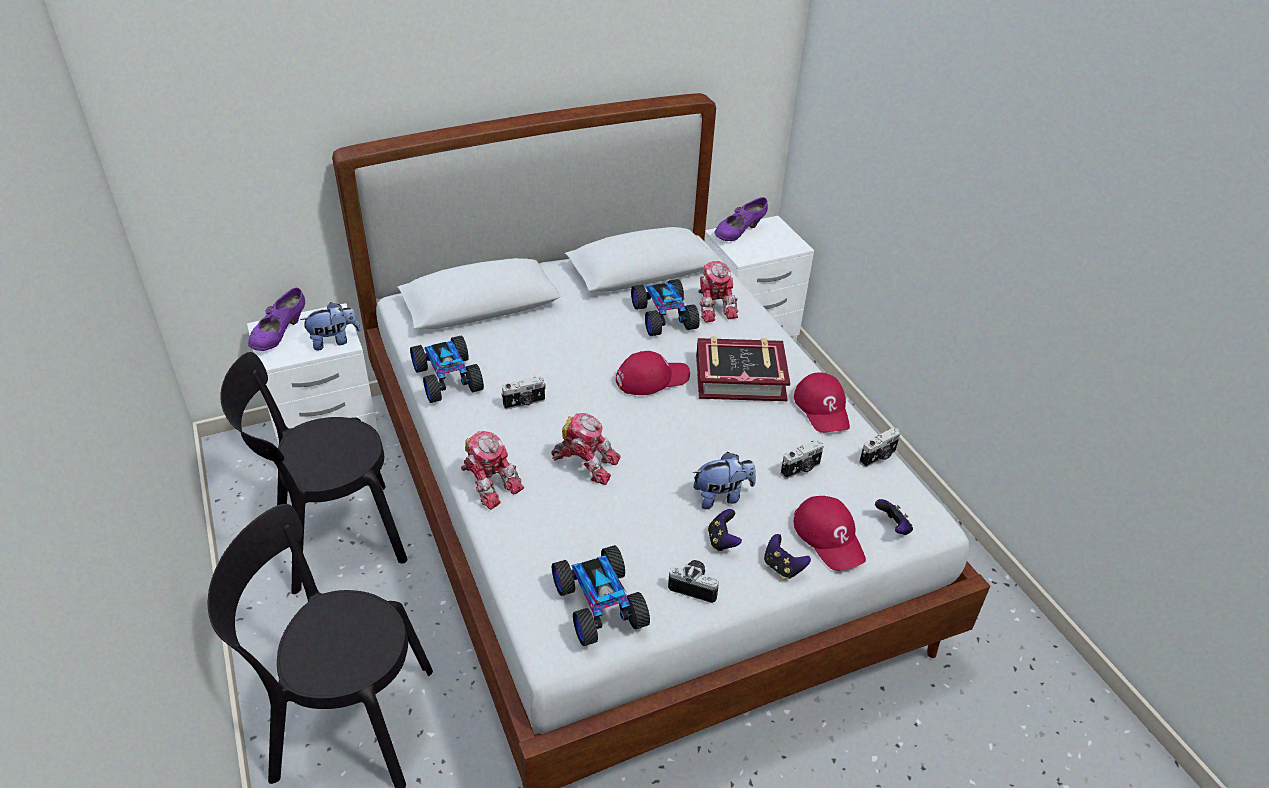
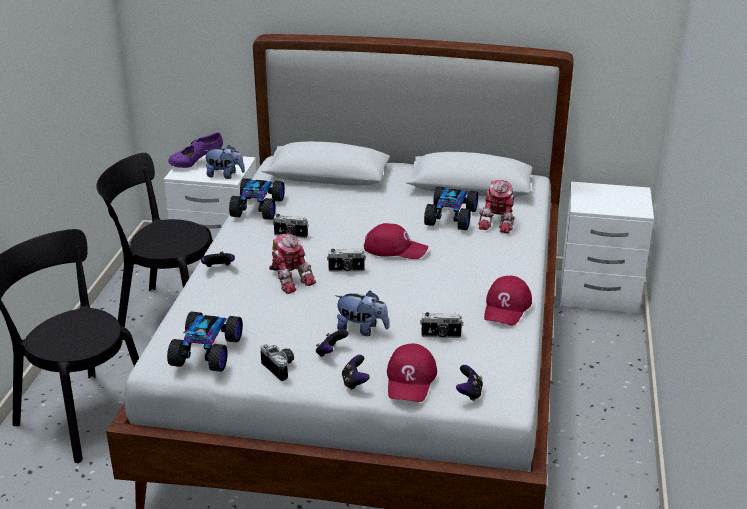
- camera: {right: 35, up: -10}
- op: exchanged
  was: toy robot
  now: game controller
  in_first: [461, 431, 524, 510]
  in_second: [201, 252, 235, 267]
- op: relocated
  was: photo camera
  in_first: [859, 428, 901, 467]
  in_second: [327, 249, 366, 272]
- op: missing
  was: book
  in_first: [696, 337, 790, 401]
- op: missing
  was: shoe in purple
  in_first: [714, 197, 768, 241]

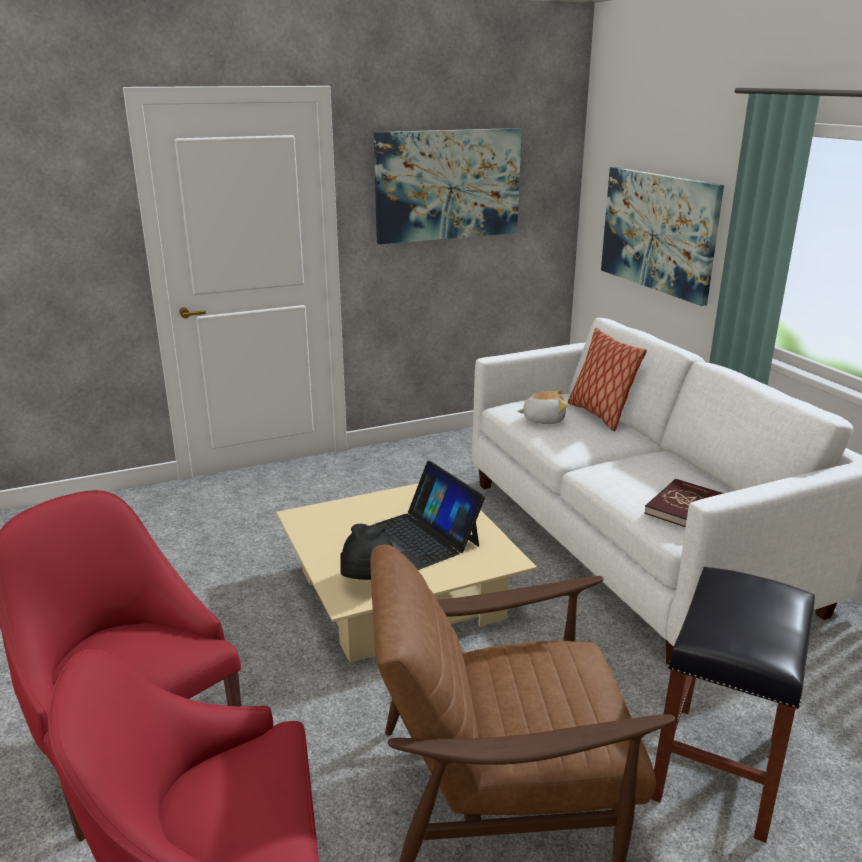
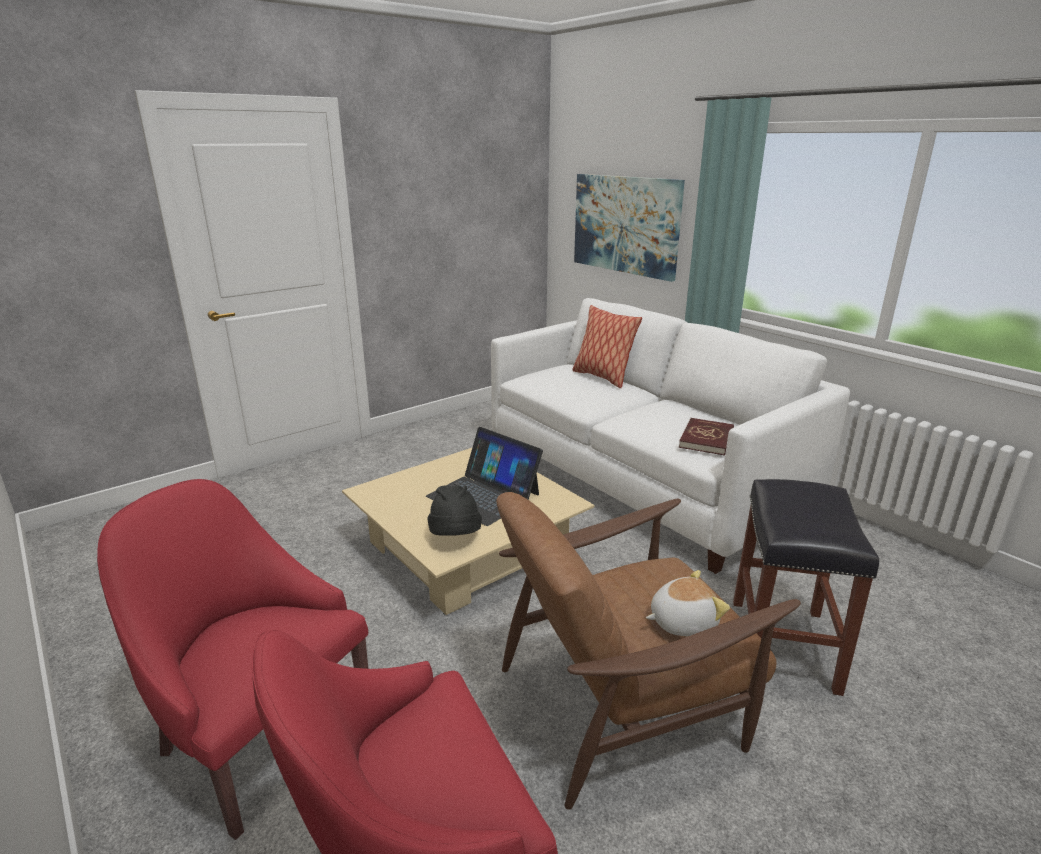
- camera: {right: -15, up: 0}
- op: relocated
  was: plush toy
  in_first: [517, 390, 568, 424]
  in_second: [646, 570, 730, 636]
- op: missing
  was: picture
  in_first: [374, 128, 522, 244]

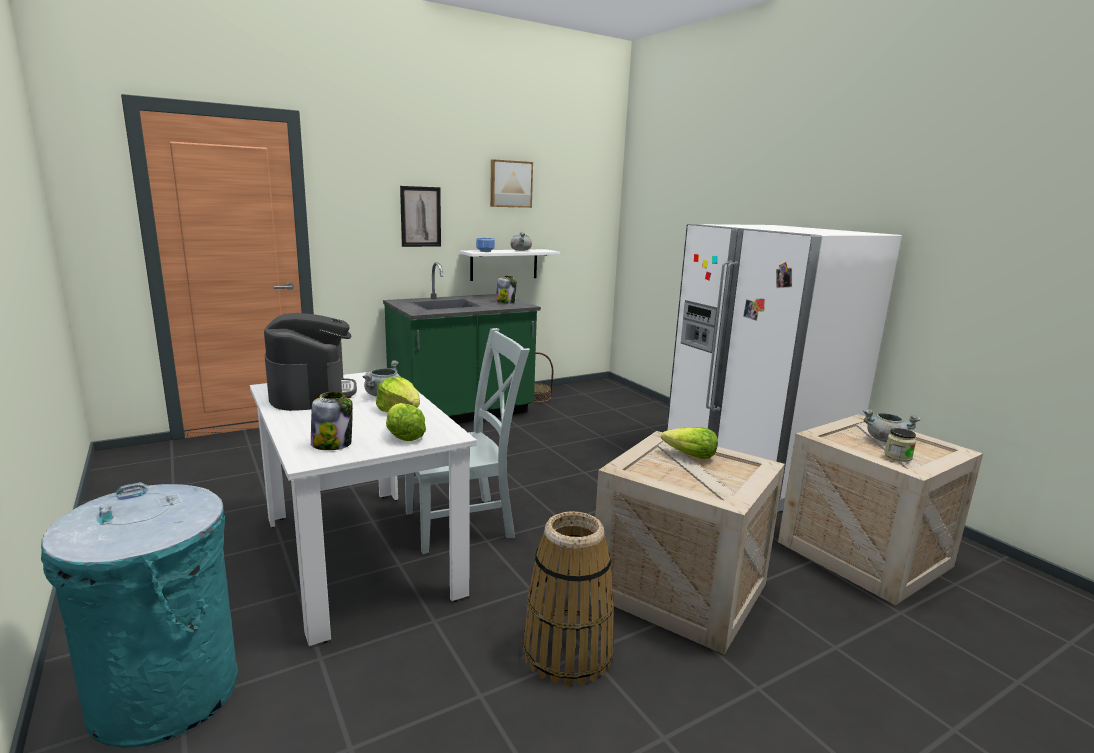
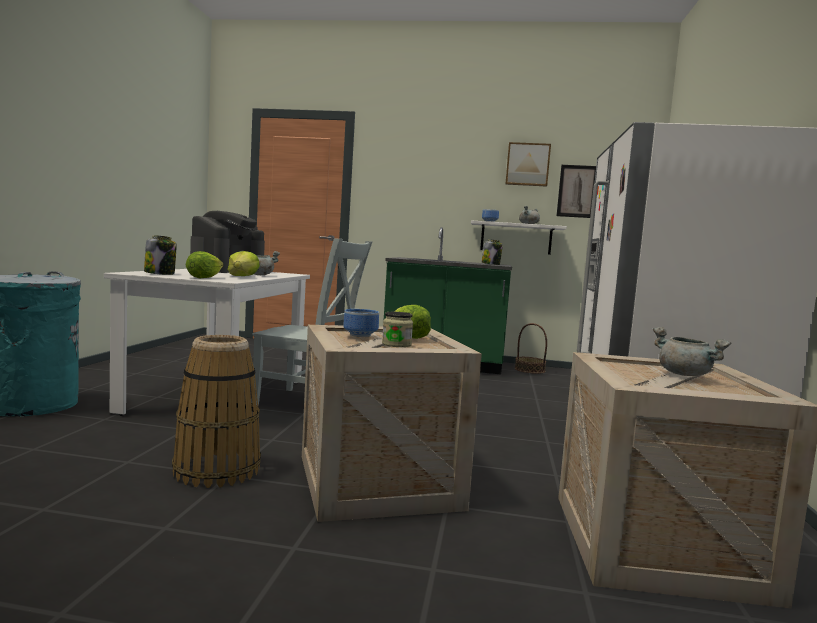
- camera: {right: 40, up: -10}
- op: appeared
  now: bowl
  in_second: [343, 309, 379, 337]
- op: relocated
  was: jar
  in_first: [884, 428, 916, 461]
  in_second: [382, 312, 413, 347]
- op: relocated
  was: picture
  in_first: [400, 186, 441, 247]
  in_second: [557, 165, 596, 218]

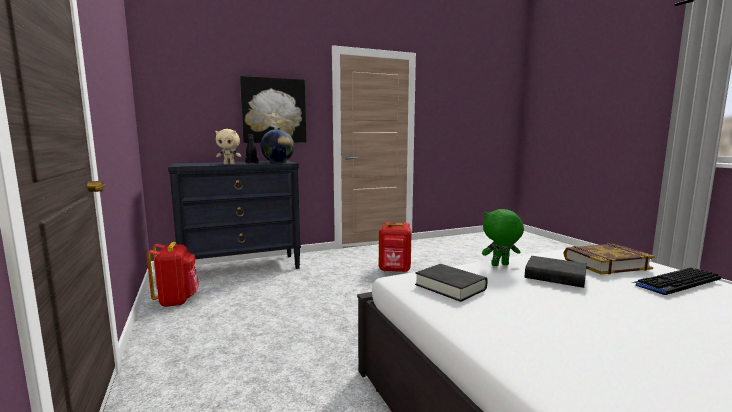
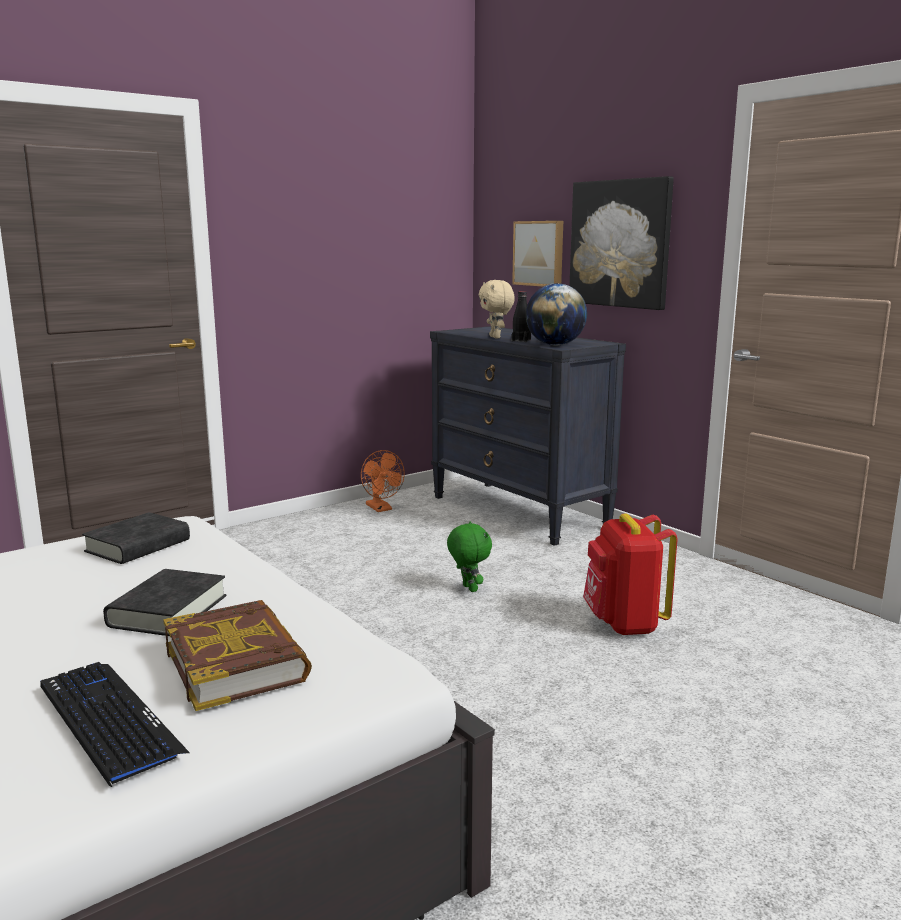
- camera: {right: 75, up: 5}
- op: exchanged
  was: backpack in red
  now: fan in orange
  in_first: [147, 242, 199, 307]
  in_second: [361, 450, 405, 512]
- op: relocated
  was: plush toy in green
  in_first: [482, 209, 524, 266]
  in_second: [447, 522, 492, 592]
- op: appeared
  now: picture
  in_second: [512, 221, 563, 287]

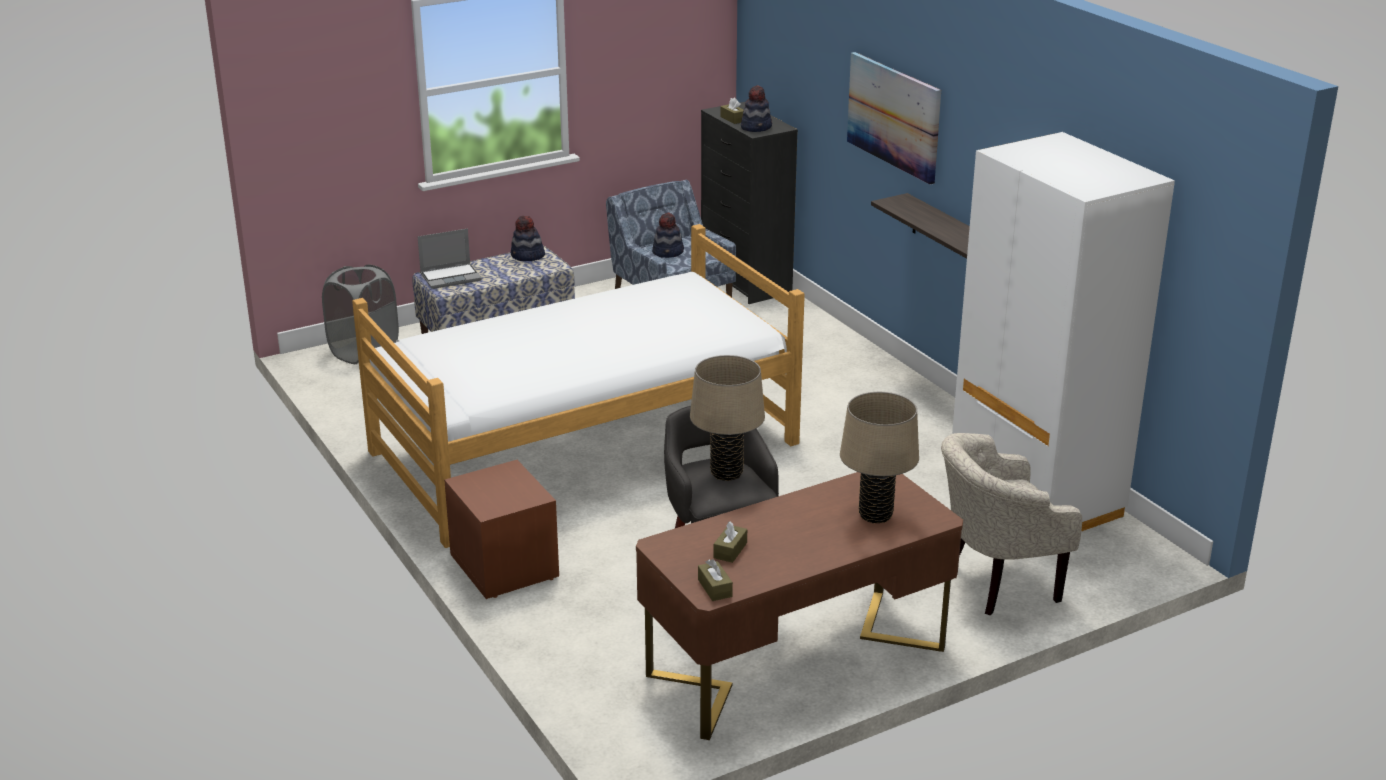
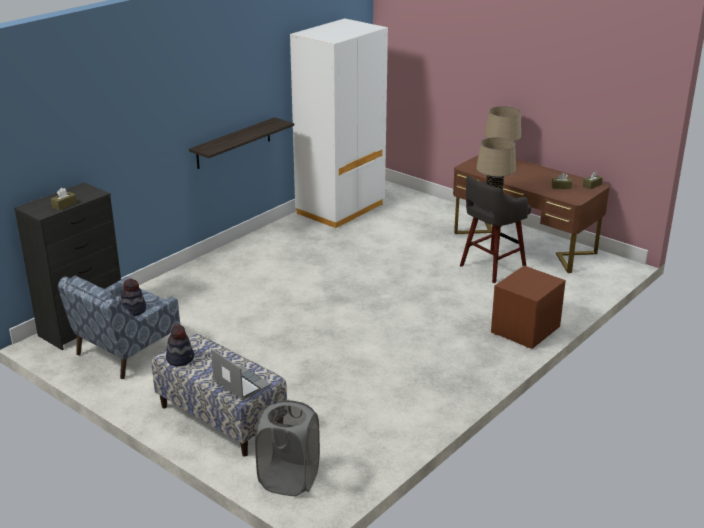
- camera: {right: -110, up: 0}
- op: missing
  was: bed
  in_first: [352, 224, 805, 548]
- op: missing
  was: hat
  in_first: [741, 85, 772, 132]
- op: missing
  was: picture
  in_first: [847, 52, 941, 185]
- op: missing
  was: armchair in beige
  in_first: [941, 433, 1082, 616]

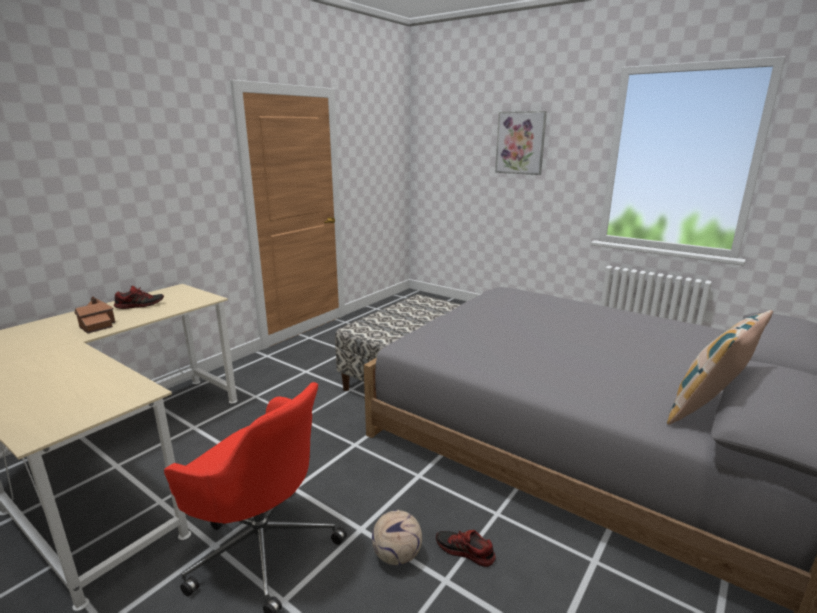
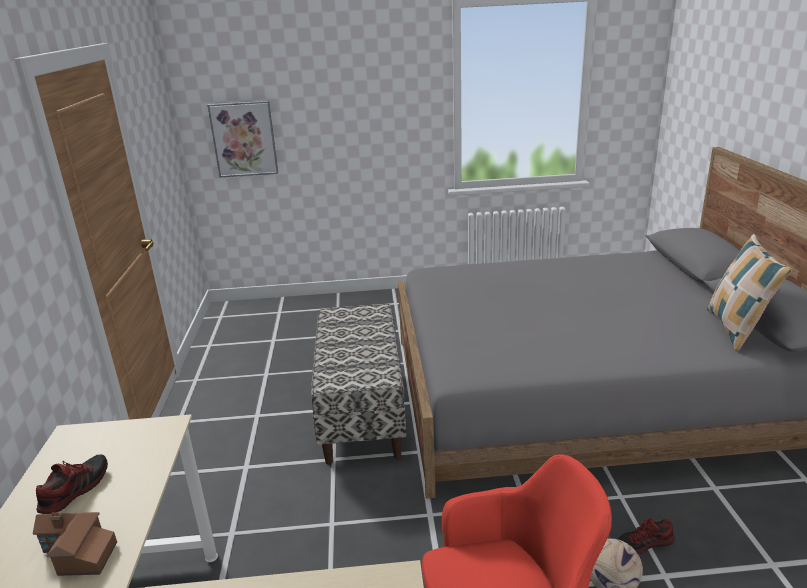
- camera: {right: -40, up: 5}
- op: relocated
  was: picture
  in_first: [495, 111, 547, 175]
  in_second: [207, 101, 278, 177]

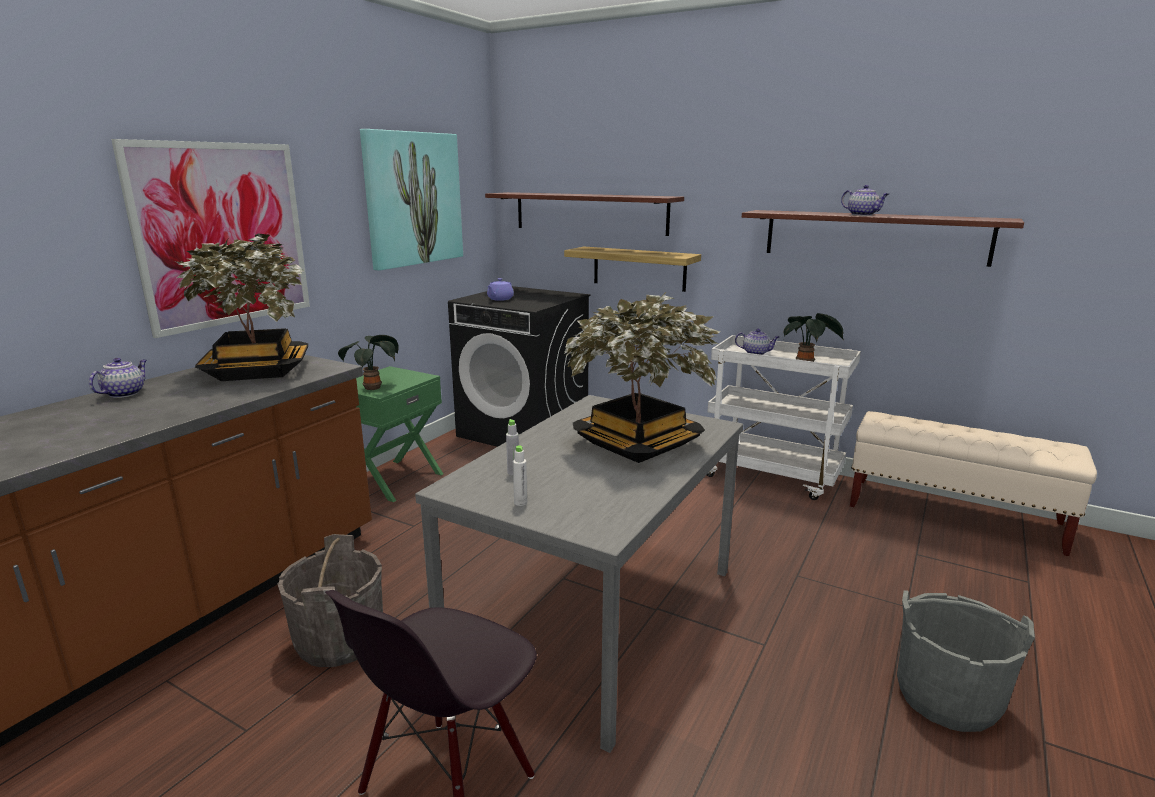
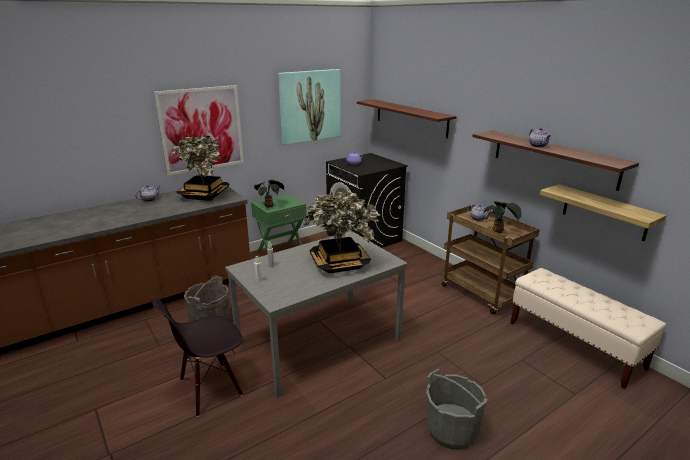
- camera: {right: 25, up: 5}
- op: colour
  was: cart in white
  now: cart in brown
  in_first: [707, 335, 861, 500]
  in_second: [442, 205, 540, 314]
- op: relocated
  was: shelf
  in_first: [564, 247, 701, 292]
  in_second: [540, 184, 667, 241]

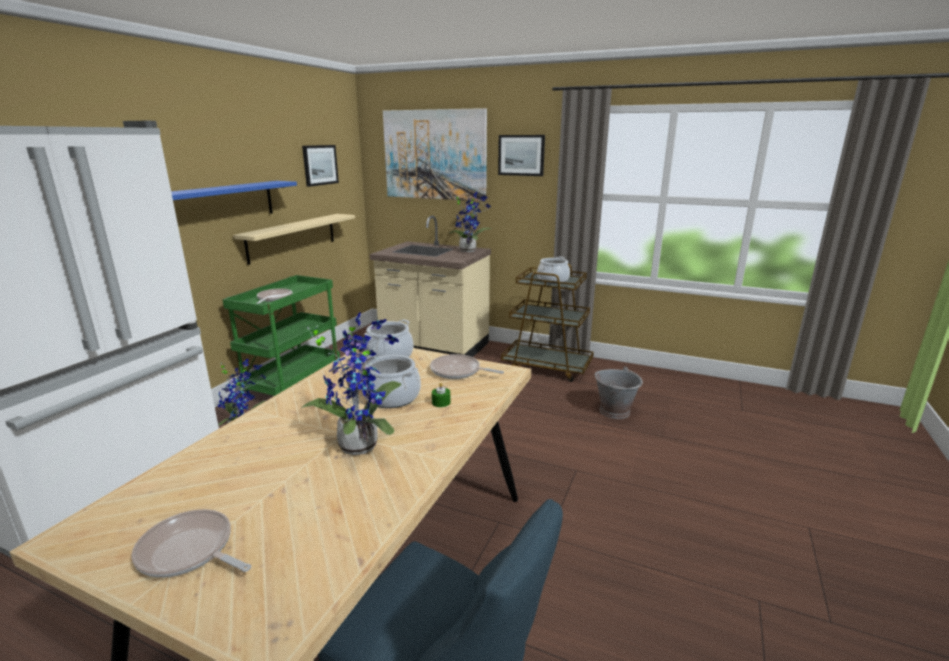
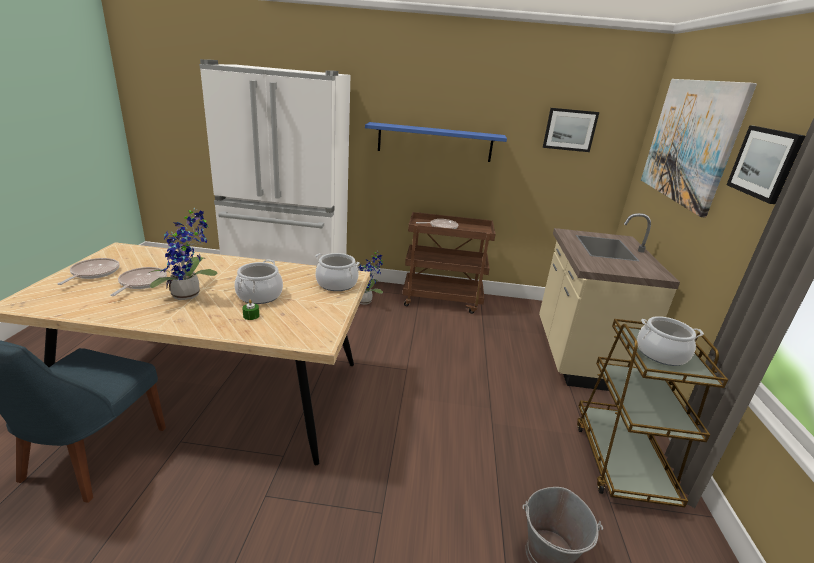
- camera: {right: 70, up: 5}
- op: relocated
  was: frying pan
  in_first: [430, 354, 504, 379]
  in_second: [110, 267, 167, 296]
- op: colour
  was: cart in green
  now: cart in brown
  in_first: [222, 275, 340, 398]
  in_second: [403, 212, 496, 314]
- op: missing
  was: shelf in beige
  in_first: [233, 214, 355, 265]
- op: missing
  was: potted plant
  in_first: [450, 192, 491, 252]

